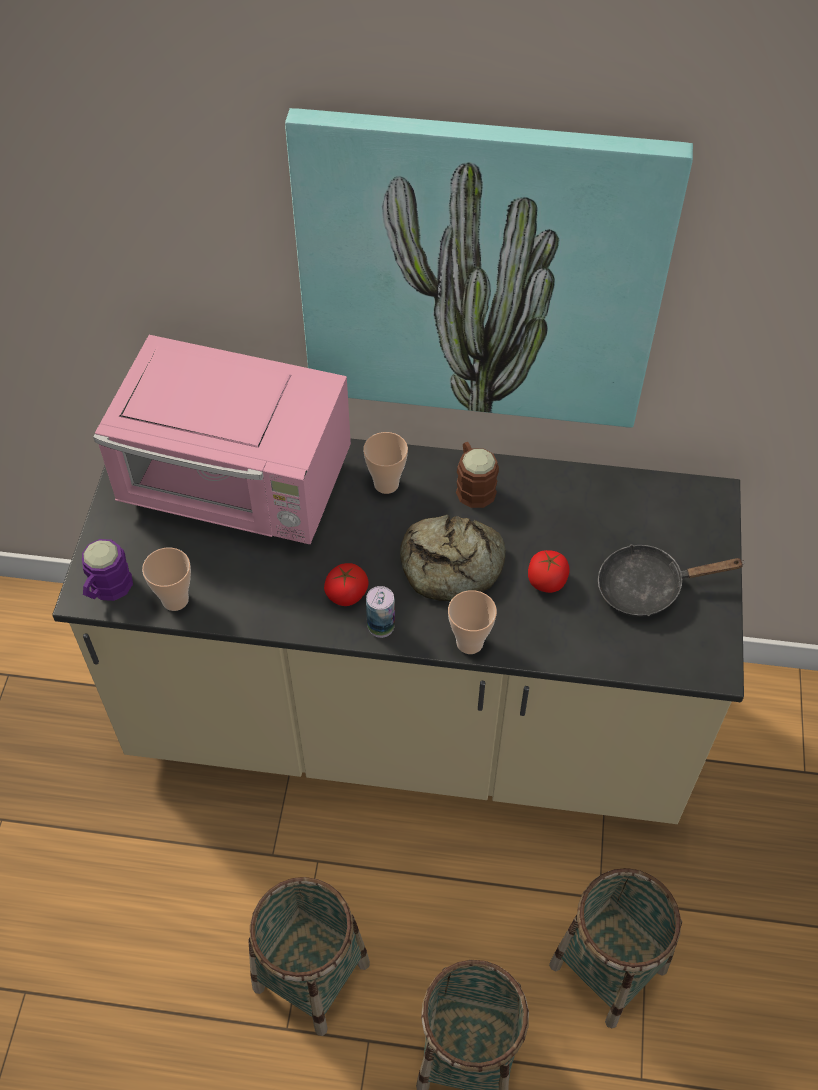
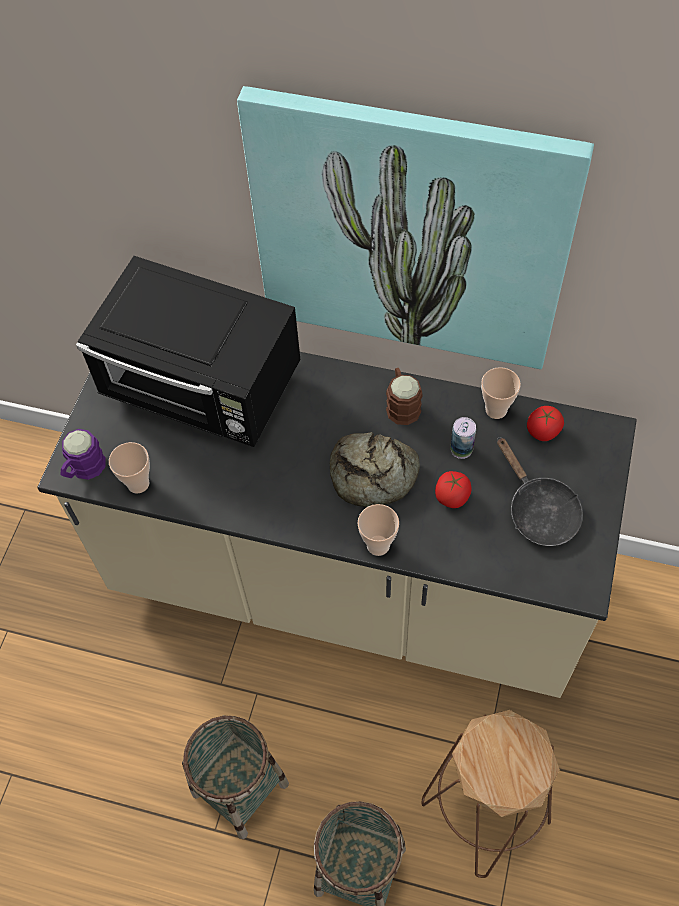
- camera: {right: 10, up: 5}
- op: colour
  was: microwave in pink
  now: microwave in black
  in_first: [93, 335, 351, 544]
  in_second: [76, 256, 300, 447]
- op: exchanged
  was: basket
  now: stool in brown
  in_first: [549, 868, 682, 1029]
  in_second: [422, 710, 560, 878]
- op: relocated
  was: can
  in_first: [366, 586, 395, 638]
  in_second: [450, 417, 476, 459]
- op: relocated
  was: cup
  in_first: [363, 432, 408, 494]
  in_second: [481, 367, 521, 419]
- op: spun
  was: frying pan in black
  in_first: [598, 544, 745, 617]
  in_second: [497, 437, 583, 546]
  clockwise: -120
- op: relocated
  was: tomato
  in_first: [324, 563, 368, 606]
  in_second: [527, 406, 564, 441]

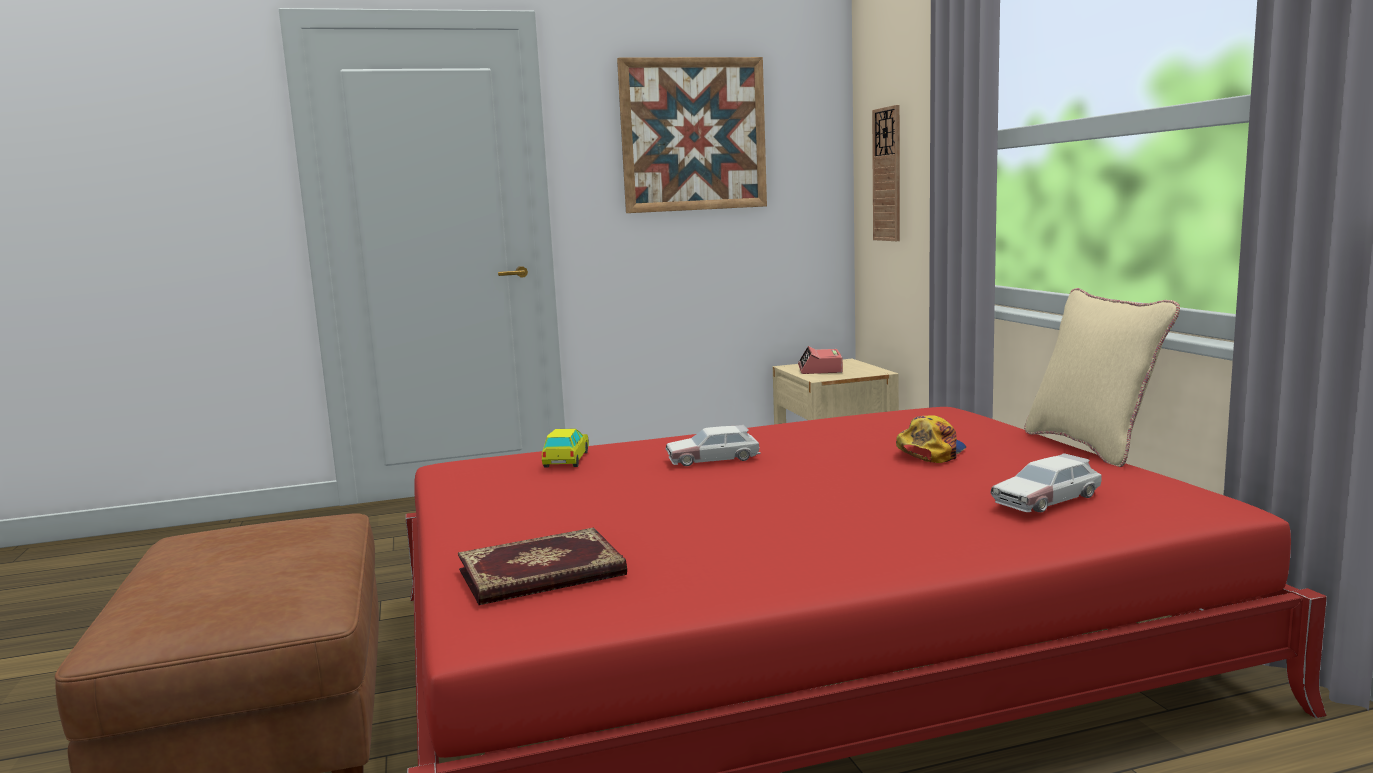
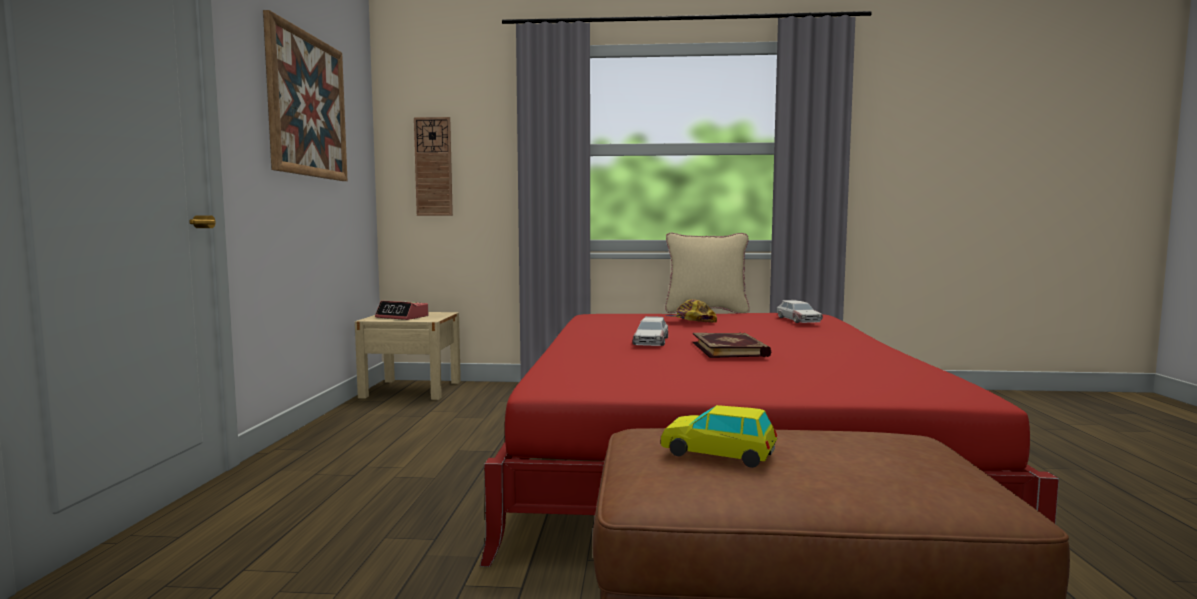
- camera: {right: -70, up: -5}
- op: relocated
  was: toy car
  in_first: [542, 429, 589, 468]
  in_second: [661, 405, 777, 468]
- op: relocated
  was: book
  in_first: [458, 528, 627, 605]
  in_second: [693, 332, 772, 358]

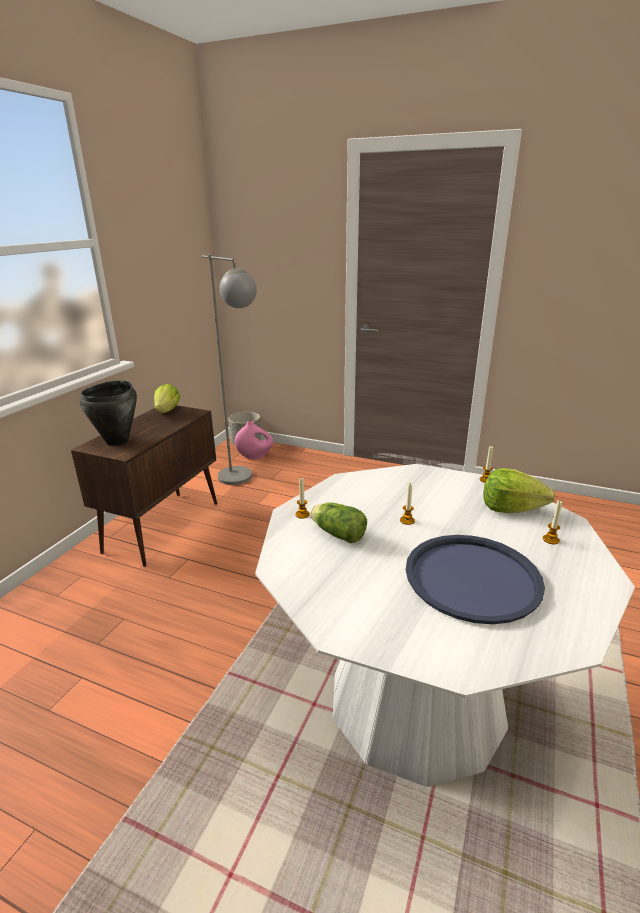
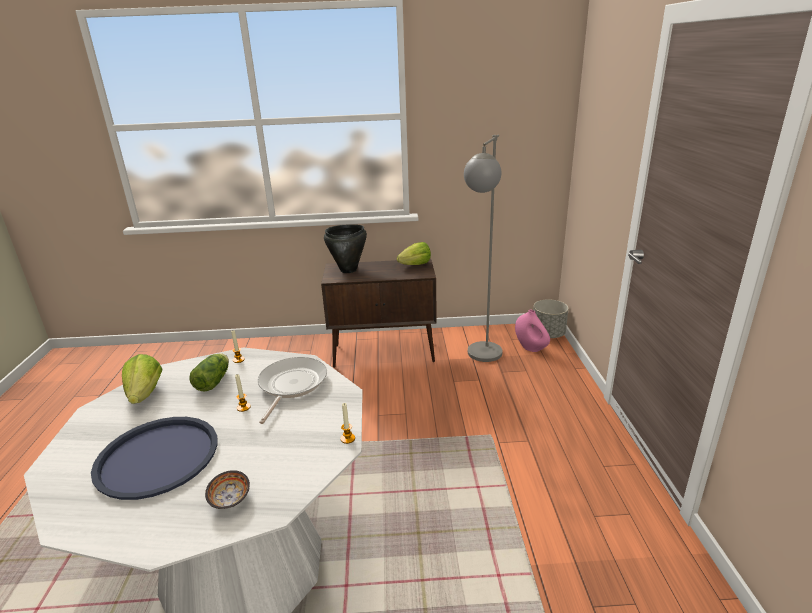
- camera: {right: 65, up: 0}
- op: relocated
  was: lettuce
  in_first: [483, 468, 555, 513]
  in_second: [122, 354, 162, 404]
- op: exchanged
  was: candle
  now: bowl
  in_first: [543, 500, 562, 544]
  in_second: [205, 470, 250, 509]
- op: appeared
  now: frying pan
  in_second: [258, 357, 327, 424]

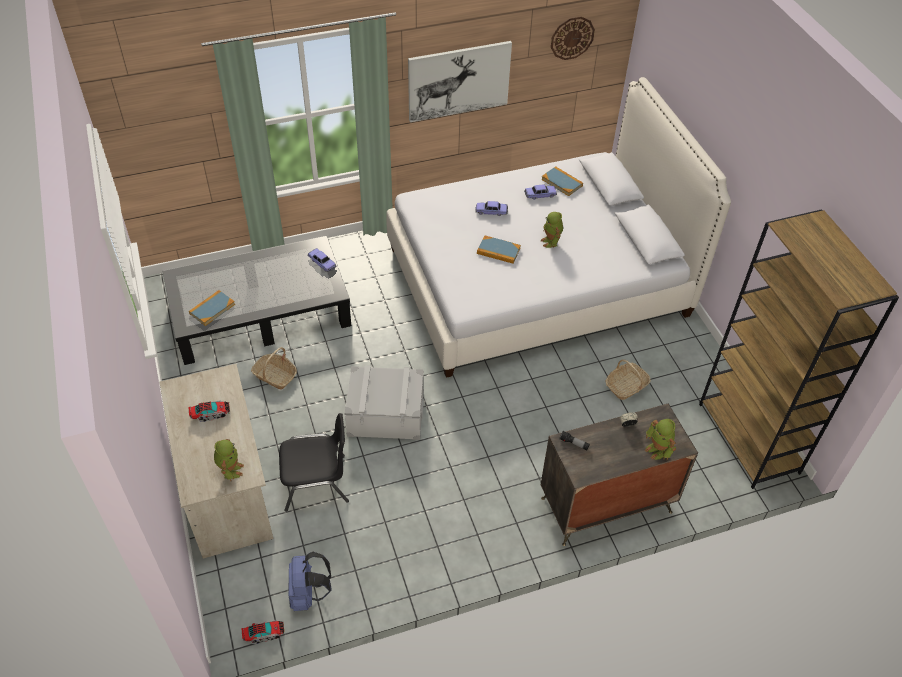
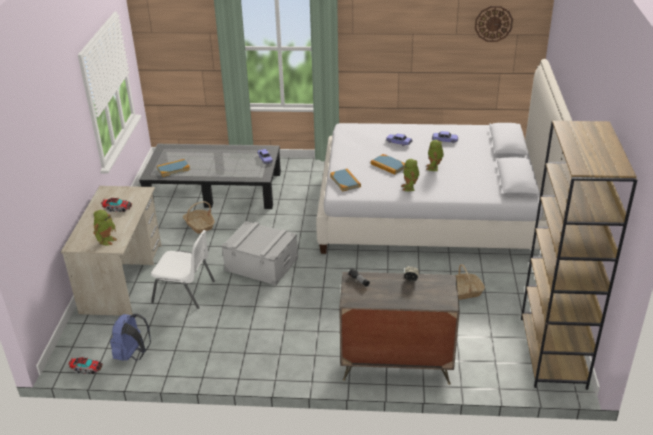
- camera: {right: 25, up: -15}
- op: colour
  was: chair in black
  now: chair in white
  in_first: [279, 413, 349, 512]
  in_second: [151, 230, 215, 309]
- op: relocated
  was: book
  in_first: [541, 166, 583, 196]
  in_second: [330, 169, 361, 191]
- op: relocated
  was: toy robot
  in_first: [645, 419, 676, 460]
  in_second: [401, 159, 419, 191]
- op: missing
  was: picture
  in_first: [408, 41, 512, 122]

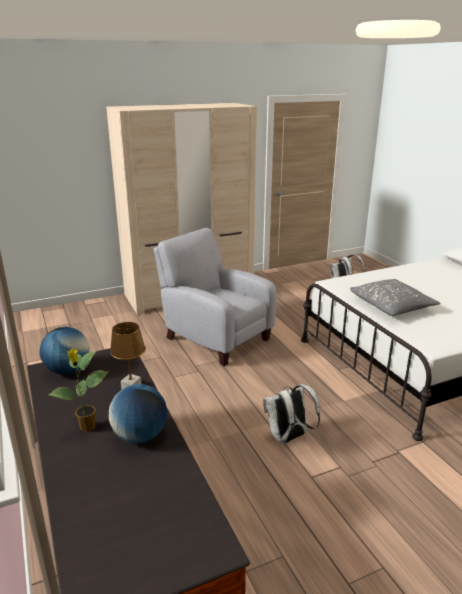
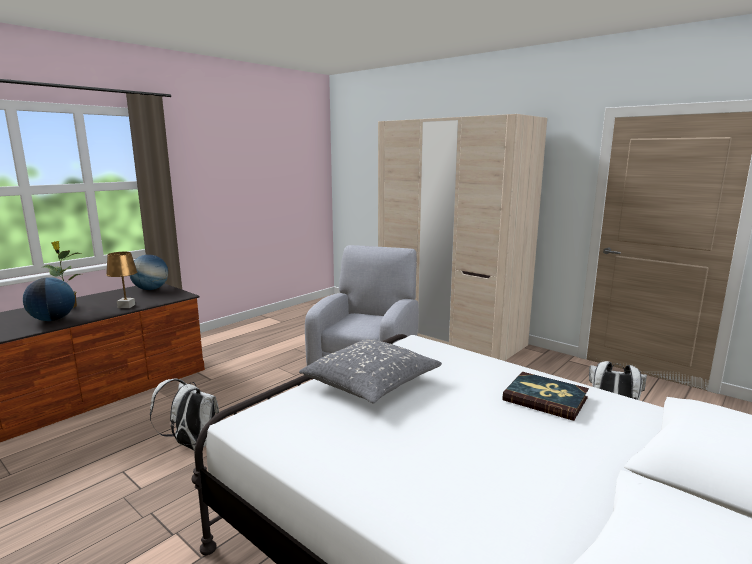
- camera: {right: 65, up: -10}
- op: appeared
  now: book
  in_second: [503, 372, 589, 421]

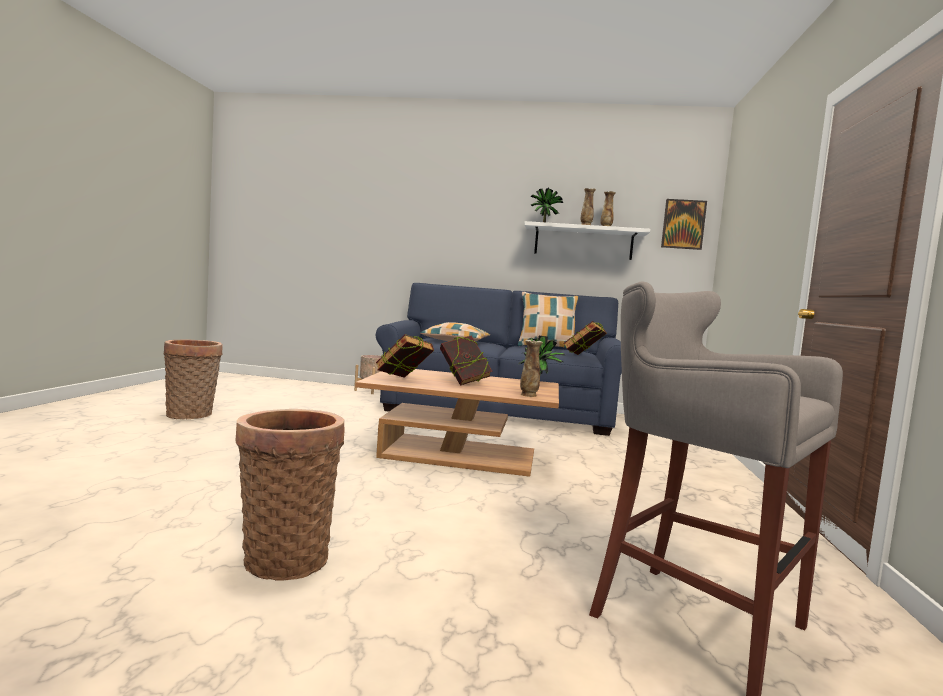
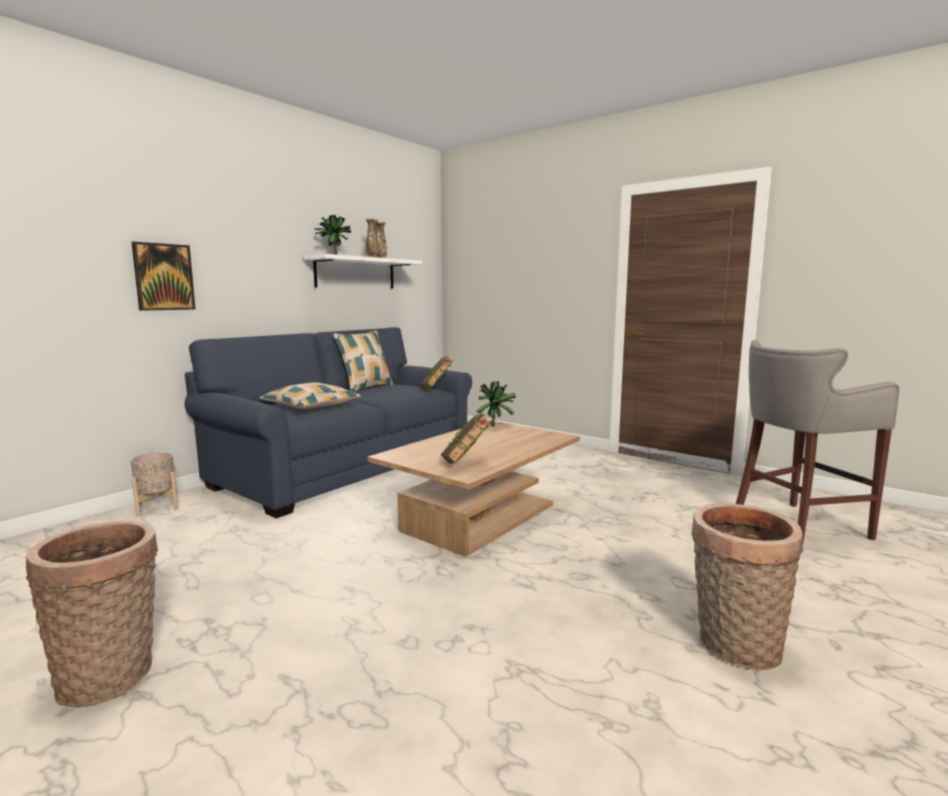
- camera: {right: -60, up: 5}
- op: relocated
  was: picture
  in_first: [661, 199, 707, 250]
  in_second: [132, 242, 196, 311]
- op: missing
  was: book
  in_first: [440, 336, 492, 386]
- op: missing
  was: vase
  in_first: [520, 340, 543, 397]

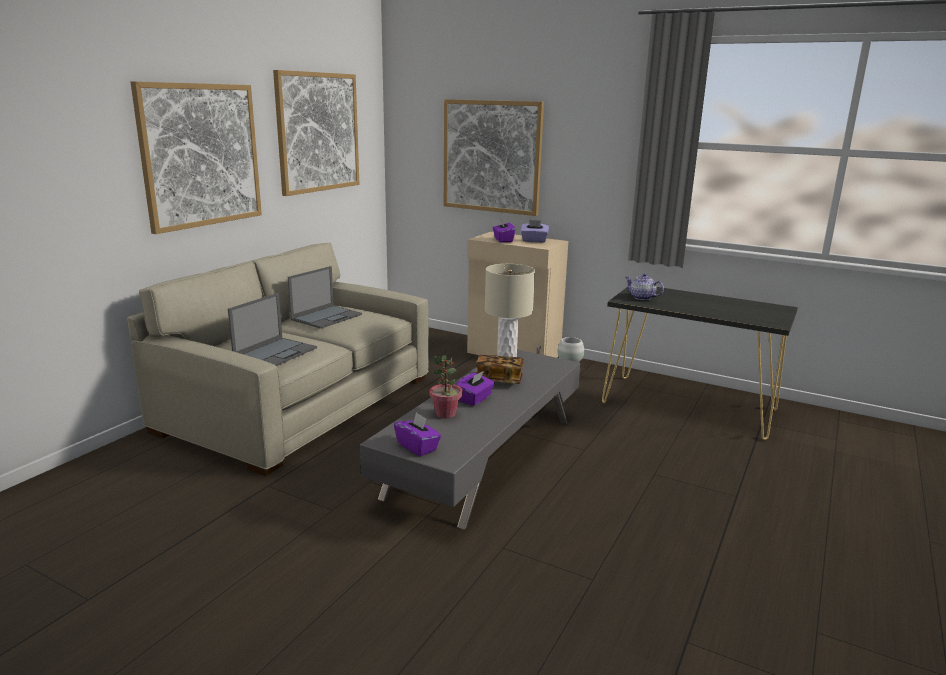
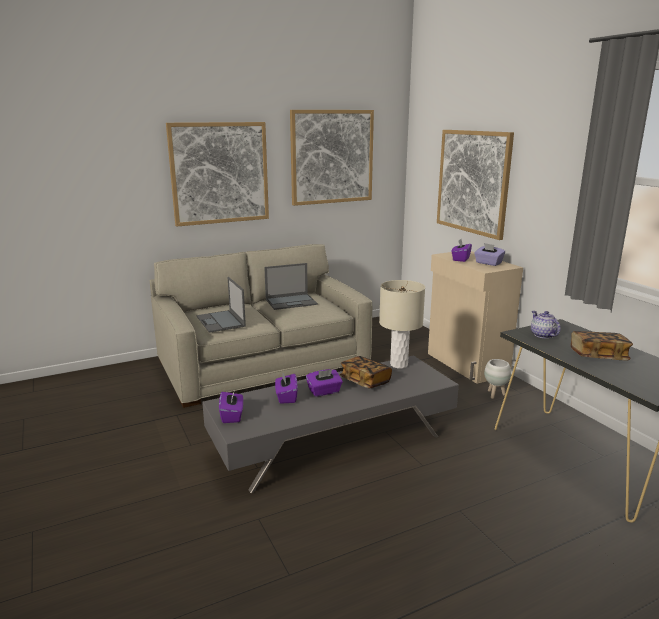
- camera: {right: 35, up: 0}
- op: spun
  was: laptop
  in_first: [228, 293, 317, 366]
  in_second: [196, 277, 246, 333]
  clockwise: 90
- op: exchanged
  was: potted plant
  now: tissue box in purple
  in_first: [429, 355, 462, 419]
  in_second: [275, 373, 298, 404]
- op: appeared
  now: book
  in_second: [571, 331, 633, 361]

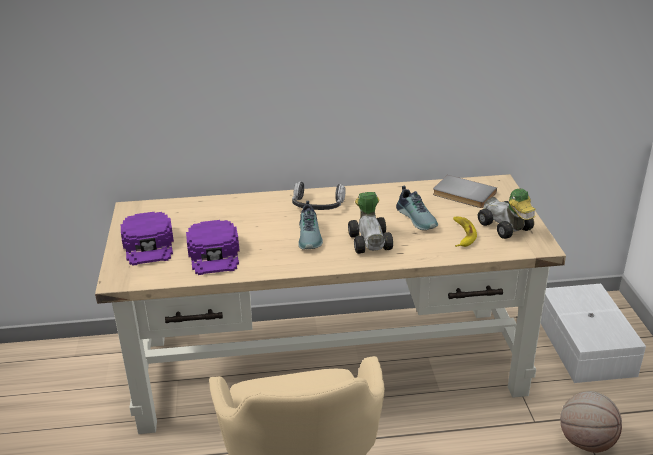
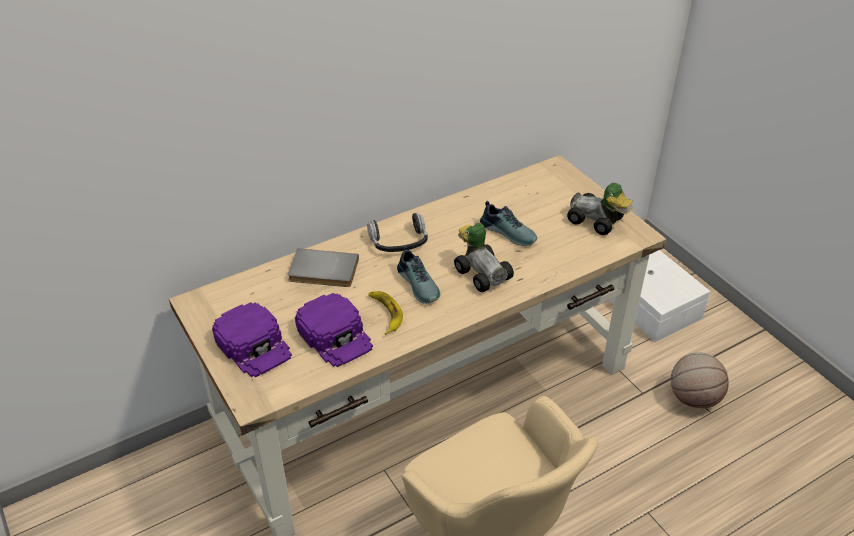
- camera: {right: -25, up: 10}
- op: relocated
  was: book in grey
  in_first: [433, 175, 497, 208]
  in_second: [288, 248, 359, 287]
- op: relocated
  was: banana
  in_first: [453, 217, 477, 247]
  in_second: [368, 291, 403, 335]

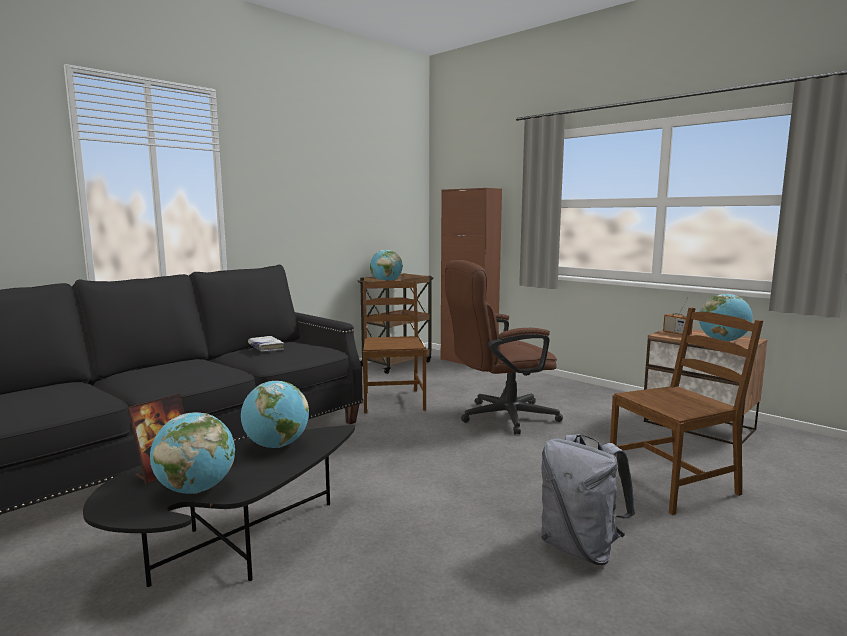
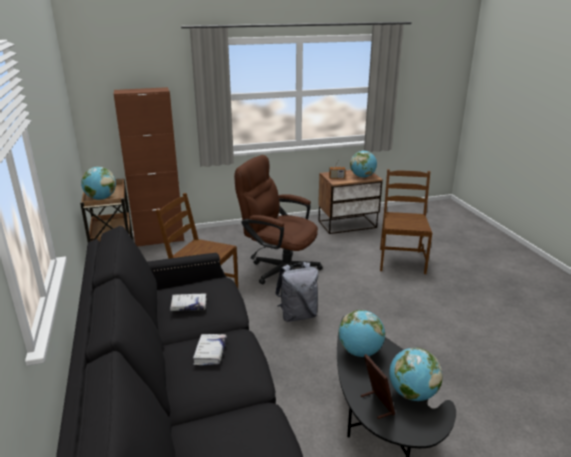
- camera: {right: -60, up: 15}
- op: appeared
  now: book in white
  in_second: [193, 334, 227, 365]
- op: spun
  was: office chair in brown
  in_first: [445, 260, 563, 434]
  in_second: [234, 155, 323, 284]
  clockwise: 105
- op: relocated
  was: backpack in grey
  in_first: [541, 434, 635, 565]
  in_second: [275, 262, 318, 322]

